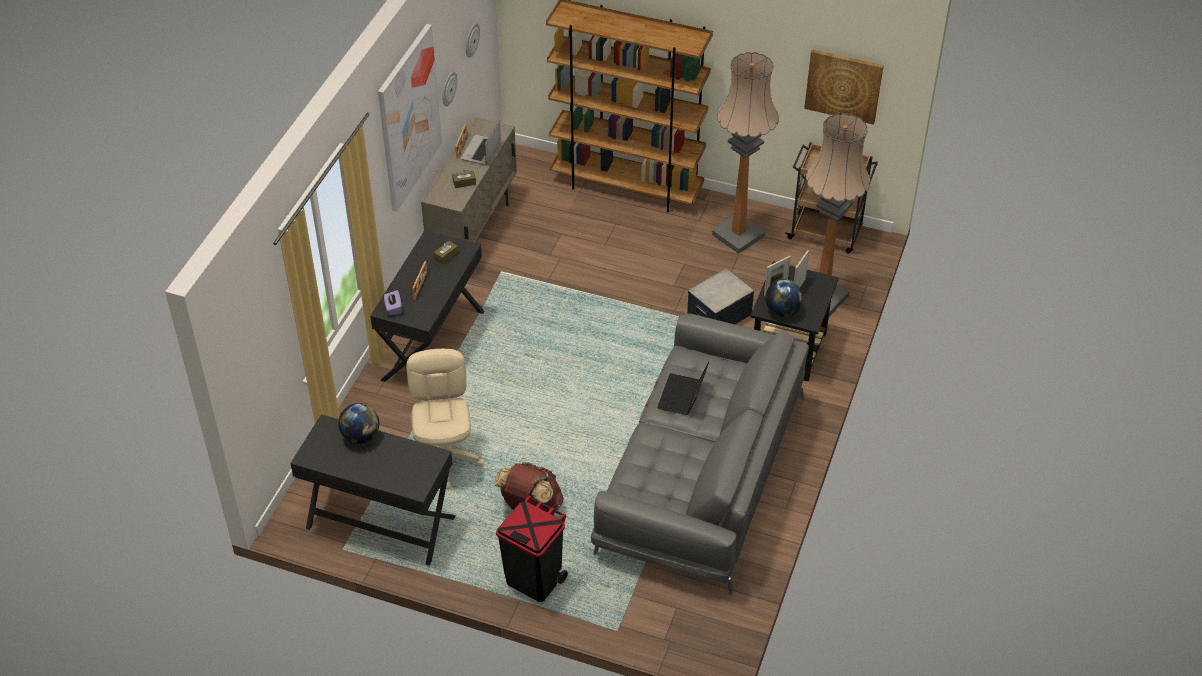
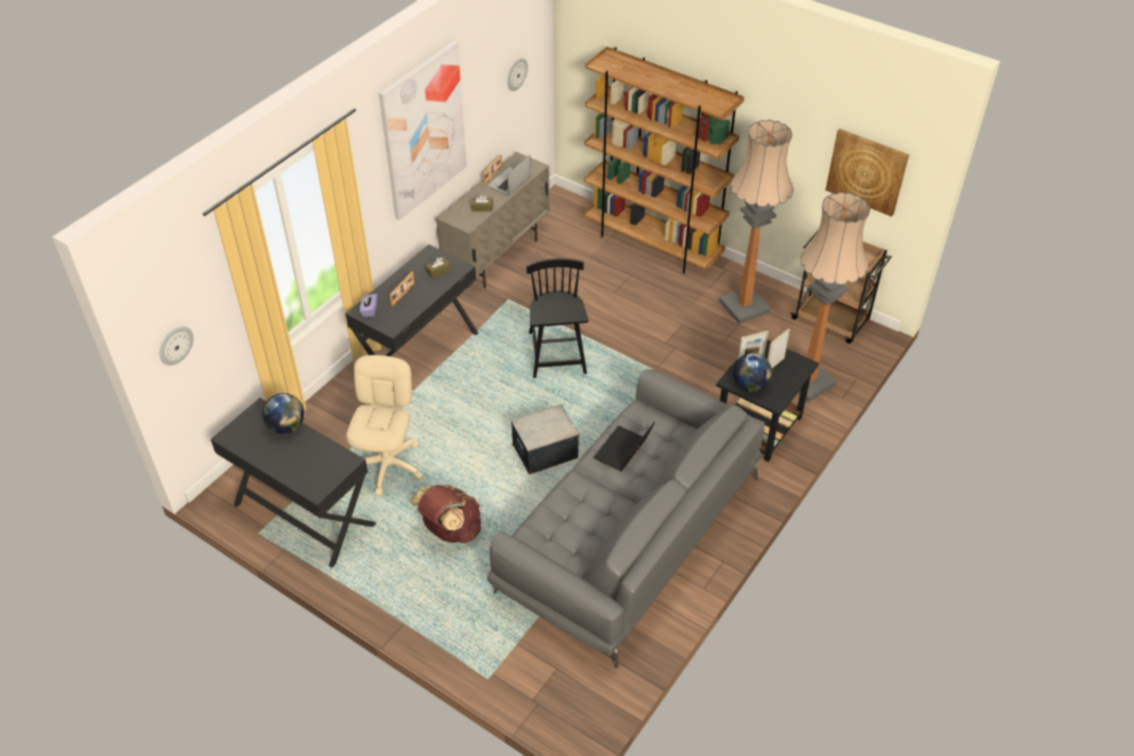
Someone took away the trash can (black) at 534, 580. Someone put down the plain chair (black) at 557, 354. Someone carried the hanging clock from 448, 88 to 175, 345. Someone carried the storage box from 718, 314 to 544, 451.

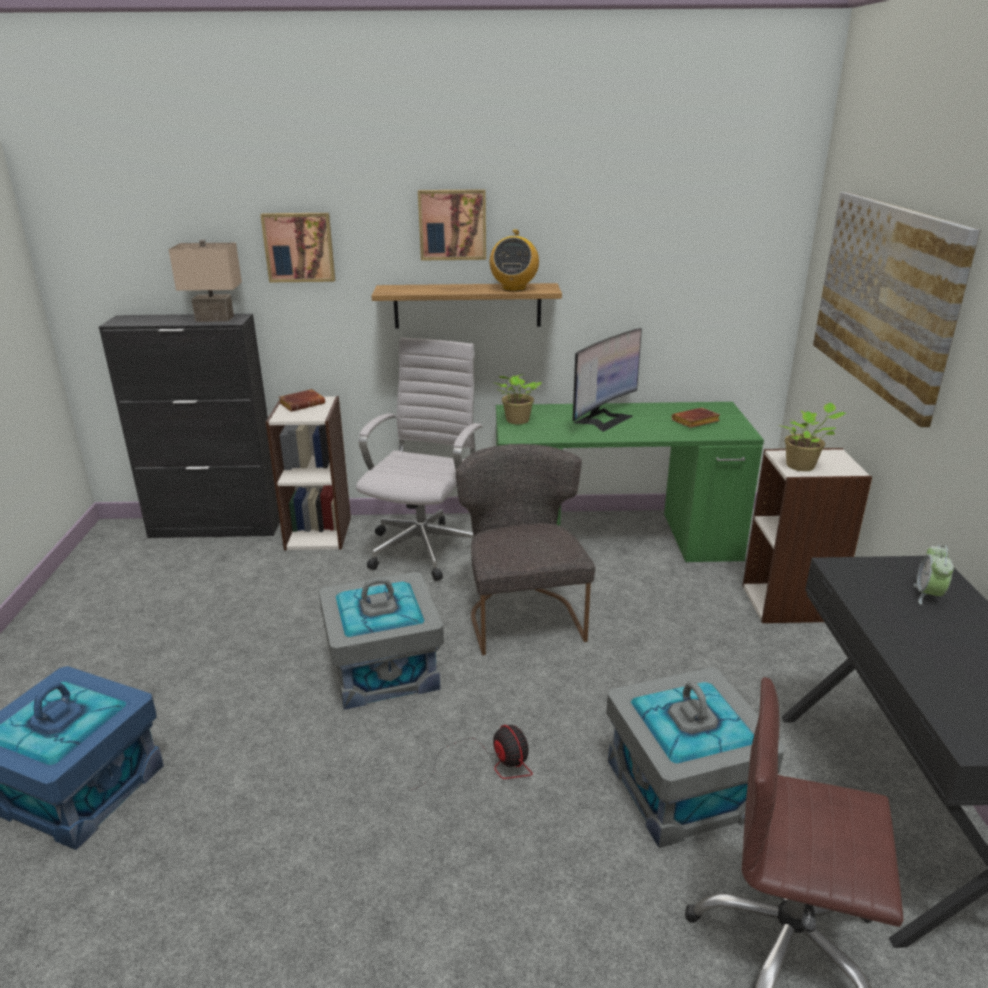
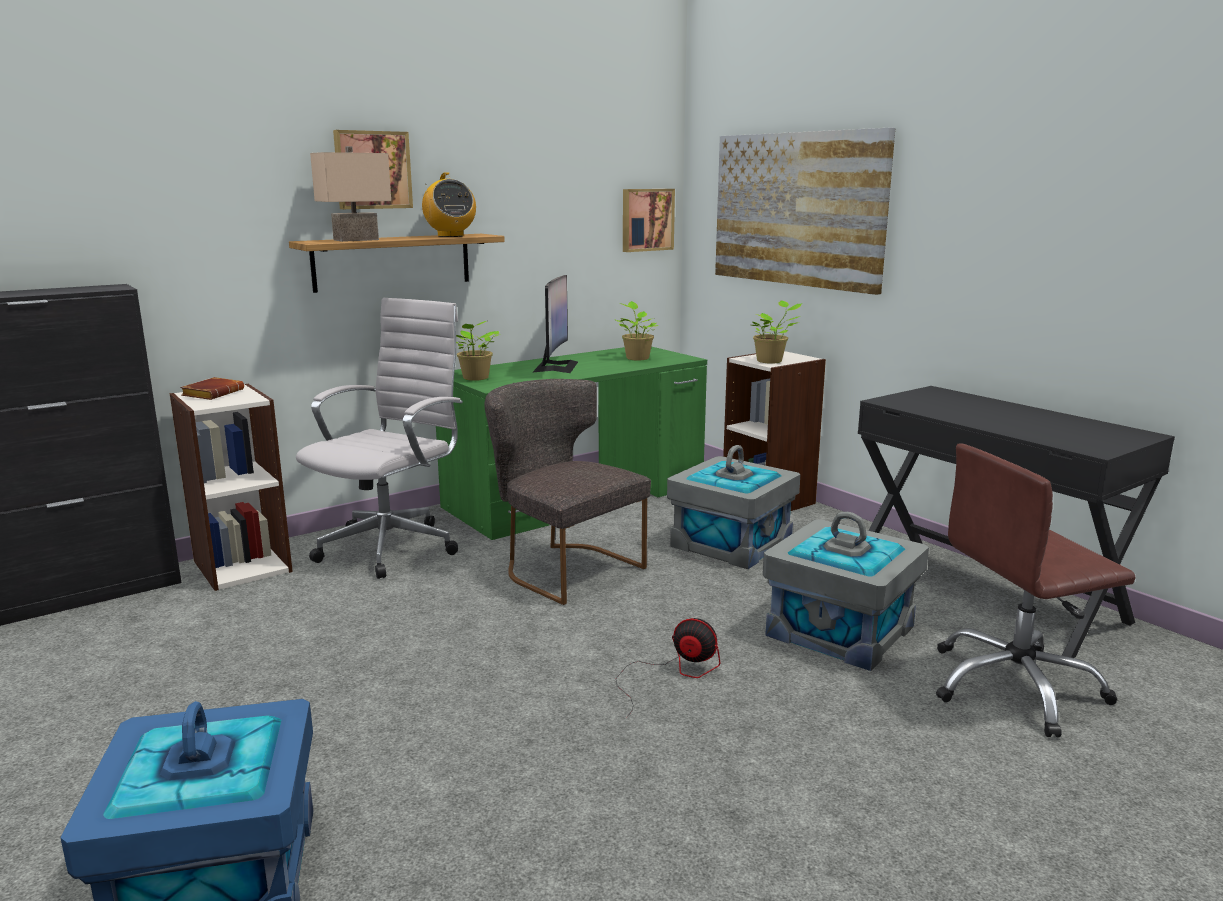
Someone took away the table clock at 928, 595. Someone carried the lamp for a table (beige-coloured) from 216, 318 to 356, 240. Someone carried the wall art from 299, 247 to 646, 219. Someone carried the storage box (grey) from 384, 668 to 730, 543. Someone swapped the book (brown-coloured) at 695, 422 for the potted plant at 637, 358. Someone rotated the office chair (white-coloured) at 425, 547 by 45 degrees clockwise.

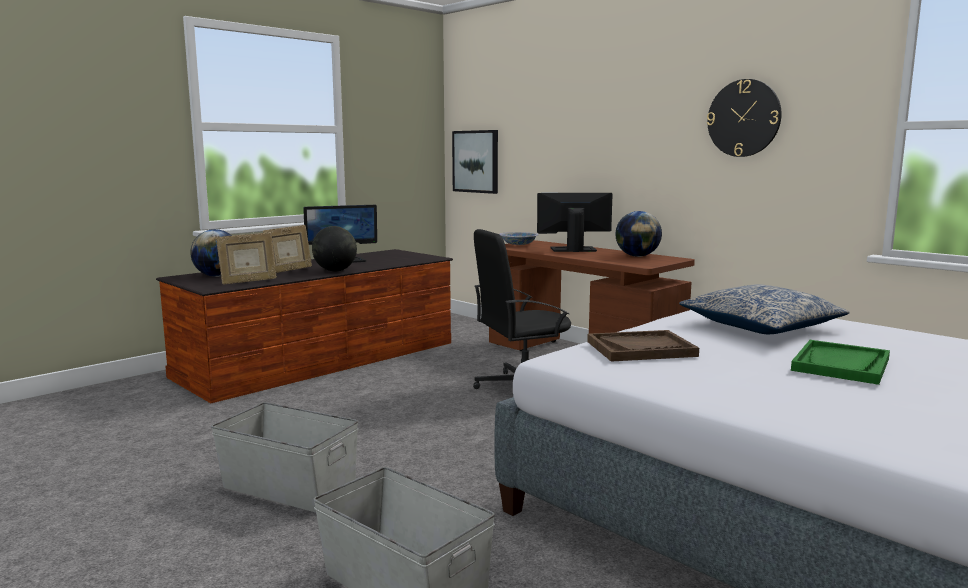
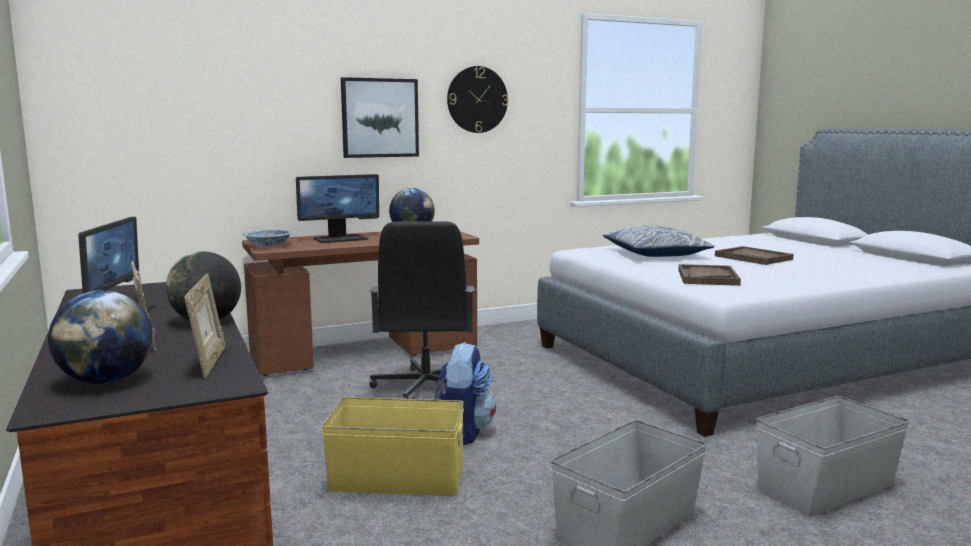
Someone put down the storage box (yellow-coloured) at 396, 478. Someone put down the backpack at 463, 432. Someone carried the wall art from 476, 161 to 380, 118. Someone repainted the tray (green-coloured) at 841, 365, which became the tray (brown-coloured) at 753, 258. Someone rotated the computer screen at 573, 249 by 135 degrees counterclockwise.

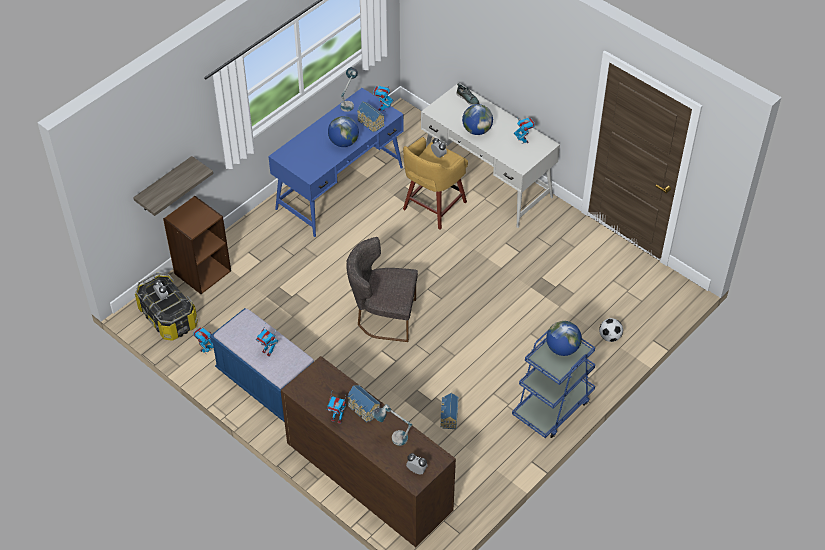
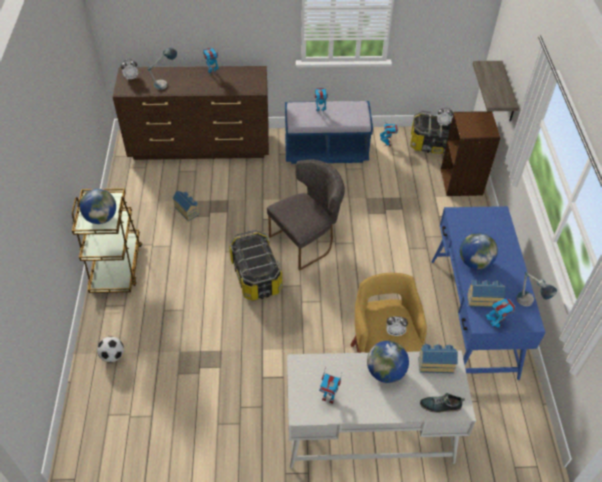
Someone put down the storage box at 255, 276. Someone carried the toy house from 363, 409 to 435, 363. Someone repainted the cart (blue) at 552, 407, which became the cart (brown-coloured) at 116, 266.

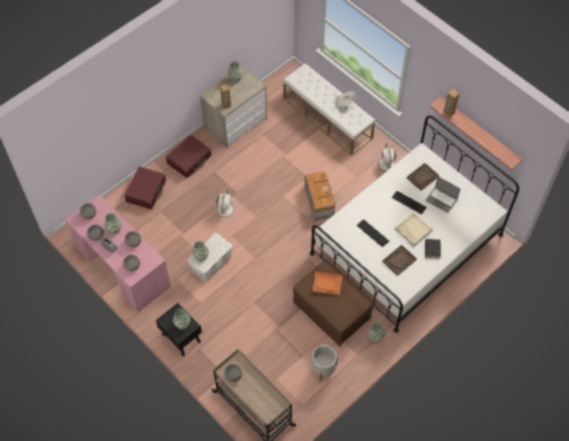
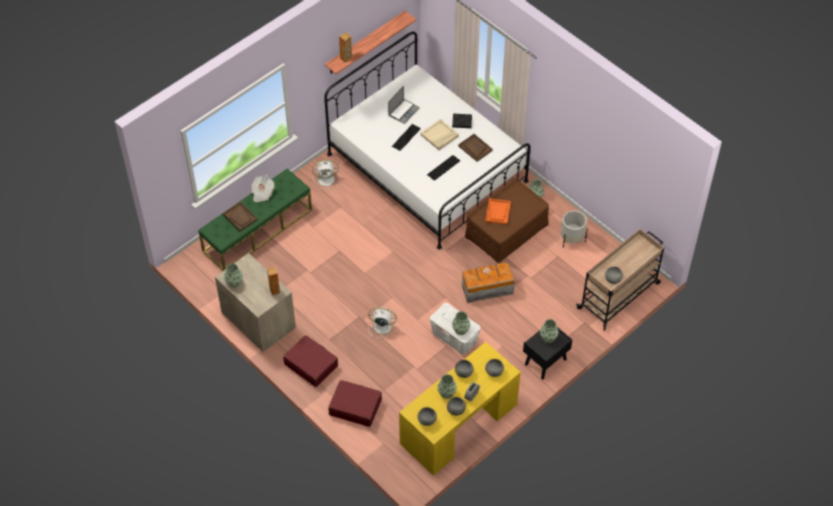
Someone carried the storage box from 319, 200 to 486, 289. Someone carried the tray (brown-coloured) from 422, 177 to 240, 217. Someone repainted the desk unit (pinkish) at 123, 266, which became the desk unit (yellow-coloured) at 458, 424. Someone repainted the indoor bench (white-coloured) at 327, 118, which became the indoor bench (green-coloured) at 257, 230.

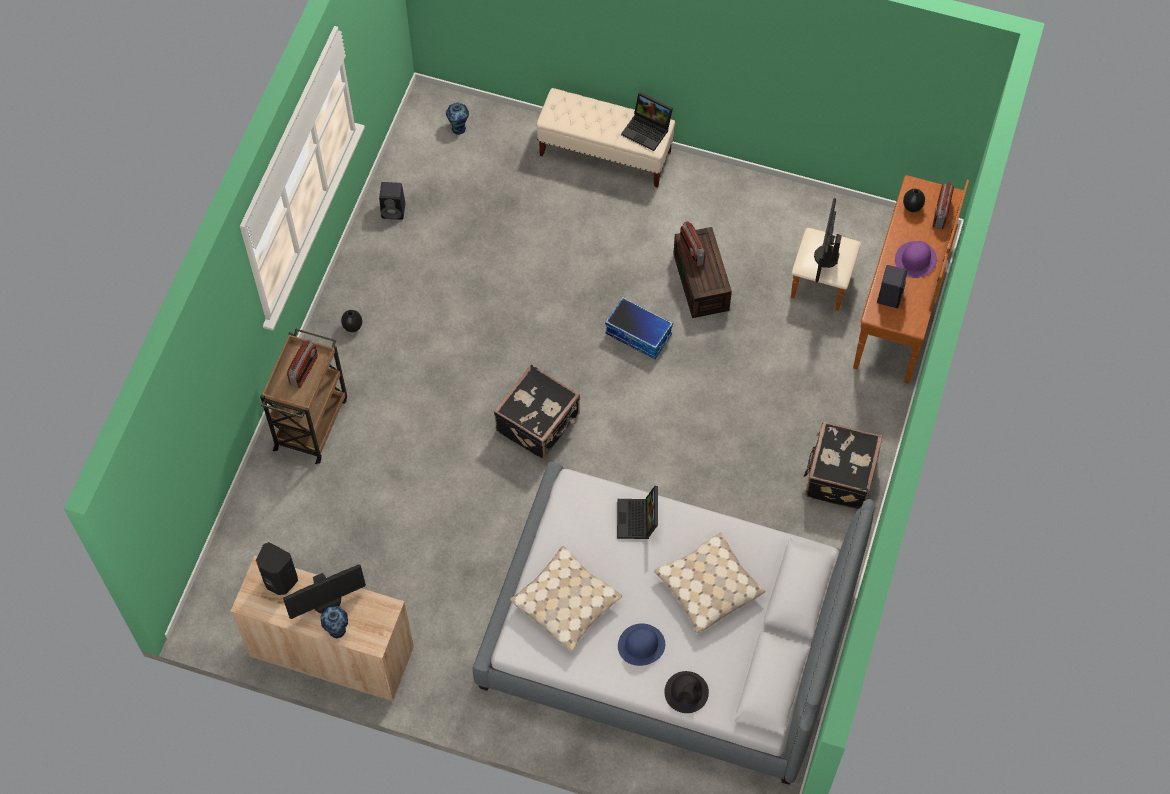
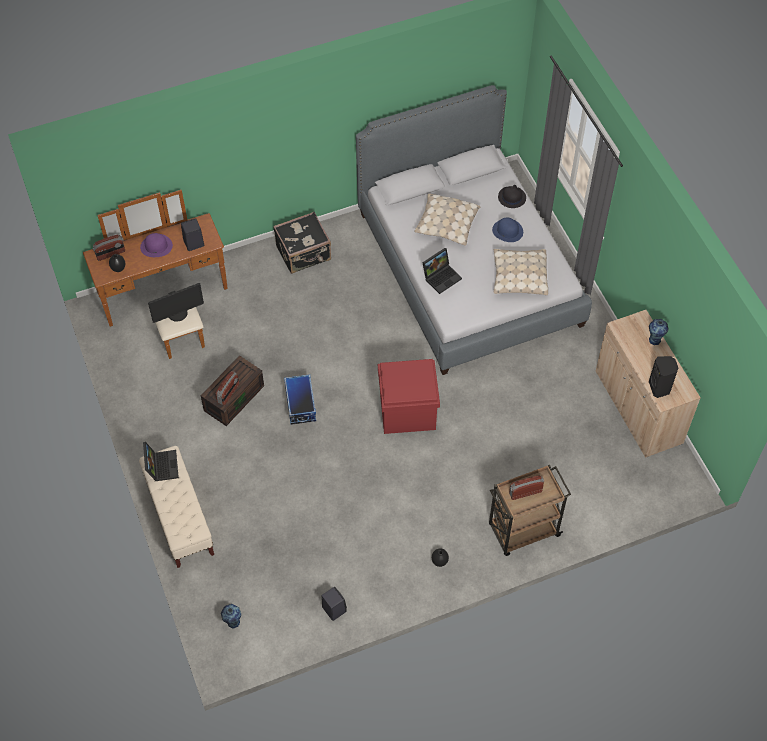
Someone took away the computer screen at 327, 601. Someone swapped the suitcase (black) at 539, 423 for the storage box (reddish) at 407, 412.

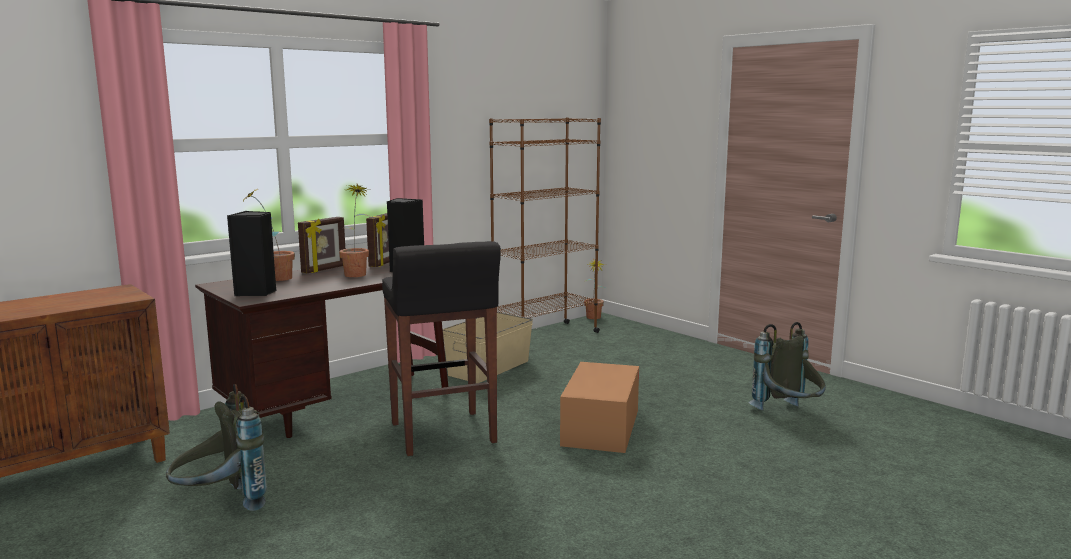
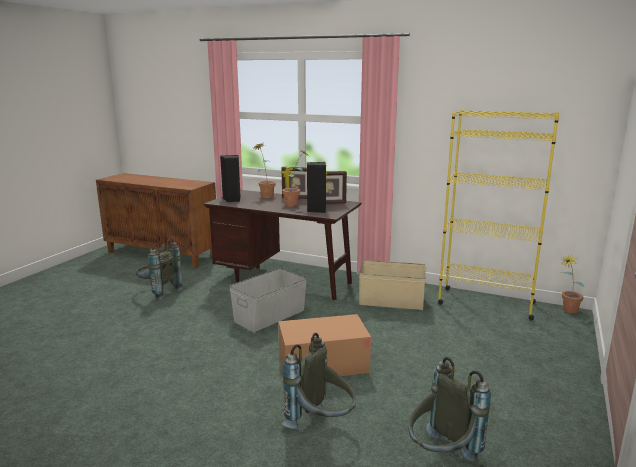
Someone put down the backpack (grey) at 321, 424. Someone swapped the stool seat (black) at 443, 434 for the storage box (grey) at 269, 316. Someone repainted the bookshelf (brown-coloured) at 545, 337, which became the bookshelf (yellow-coloured) at 485, 303.

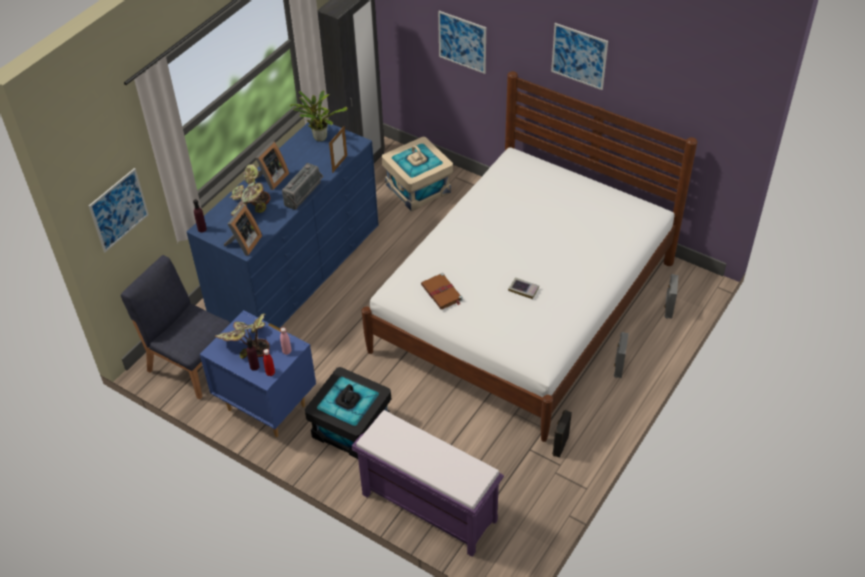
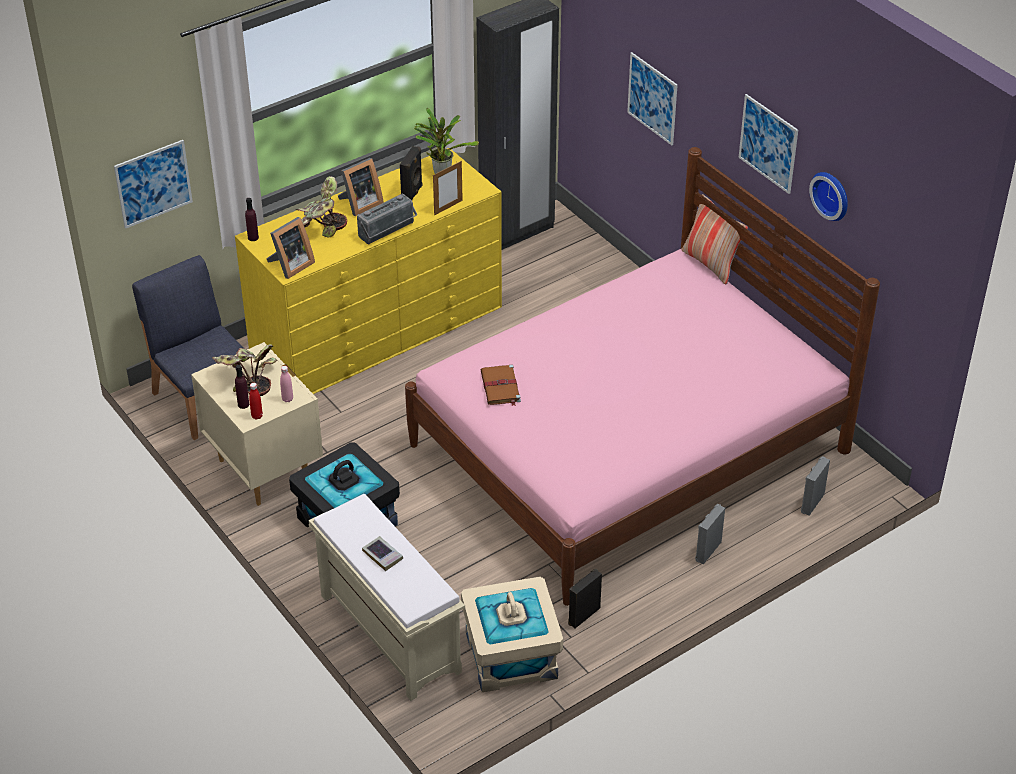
Someone put down the speaker (black) at 412, 194. Someone put down the pillow at 711, 263. Someone put up the hanging clock at 832, 194. Someone carried the storage box (beige-coloured) from 418, 188 to 512, 655. Someone carried the book from 523, 289 to 382, 555. Someone repainted the drawer chest (blue) at 296, 268, which became the drawer chest (yellow-coloured) at 377, 329. Someone repainted the nightstand (blue) at 267, 407, which became the nightstand (beige-coloured) at 264, 470. Someone repainted the indoor bench (purplish) at 427, 507, which became the indoor bench (beige-coloured) at 388, 633. Someone repainted the sleeping bed (white-coloured) at 524, 306, which became the sleeping bed (pinkish) at 628, 448.

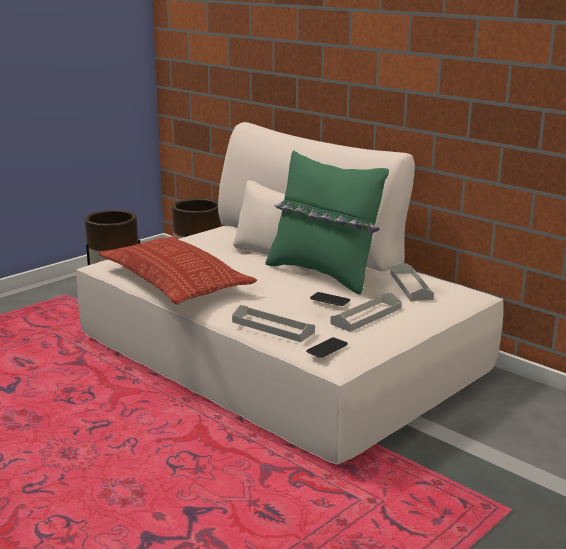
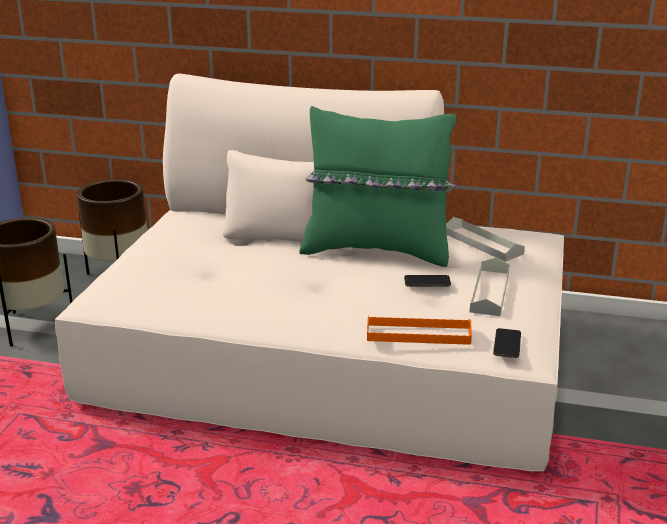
Someone took away the pillow at 175, 280. Someone repainted the tray (grey) at 273, 327, which became the tray (orangey) at 418, 334.

